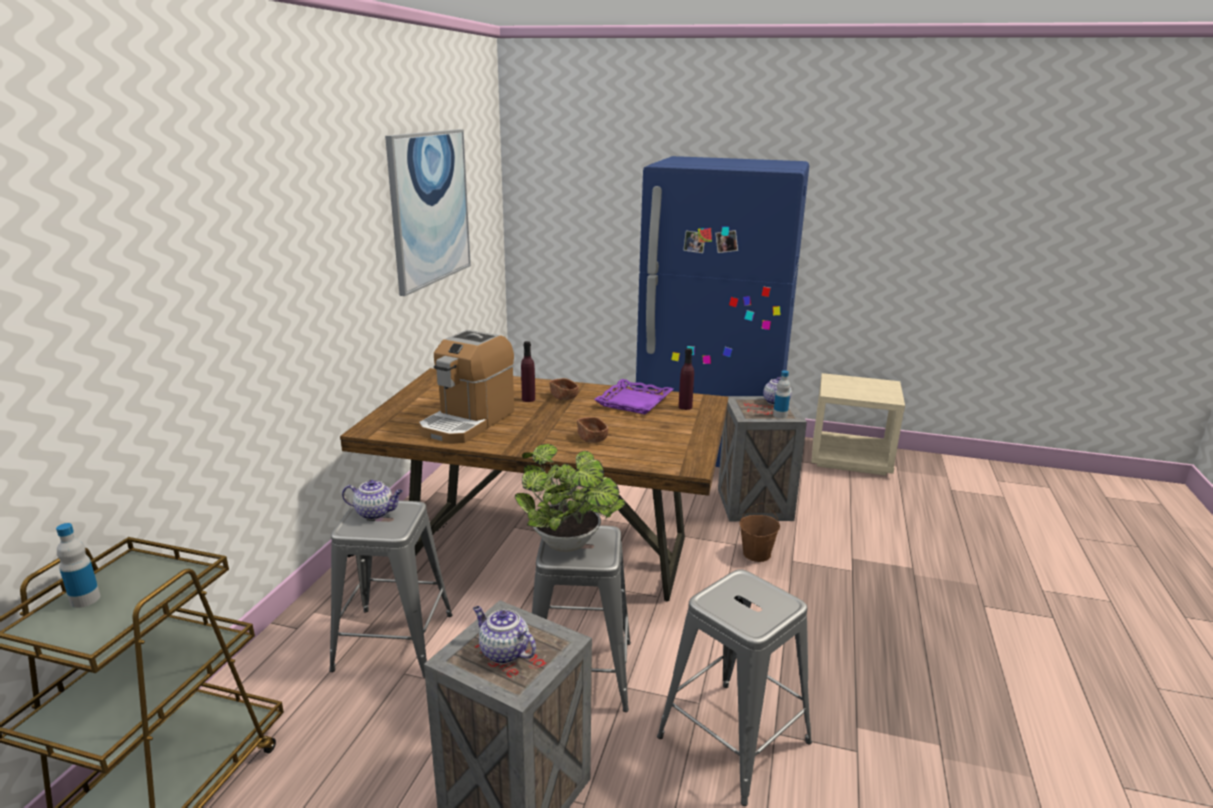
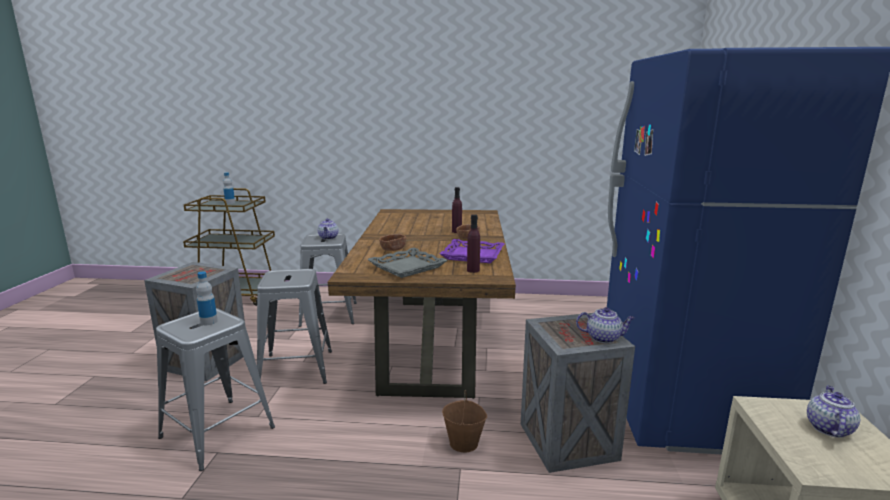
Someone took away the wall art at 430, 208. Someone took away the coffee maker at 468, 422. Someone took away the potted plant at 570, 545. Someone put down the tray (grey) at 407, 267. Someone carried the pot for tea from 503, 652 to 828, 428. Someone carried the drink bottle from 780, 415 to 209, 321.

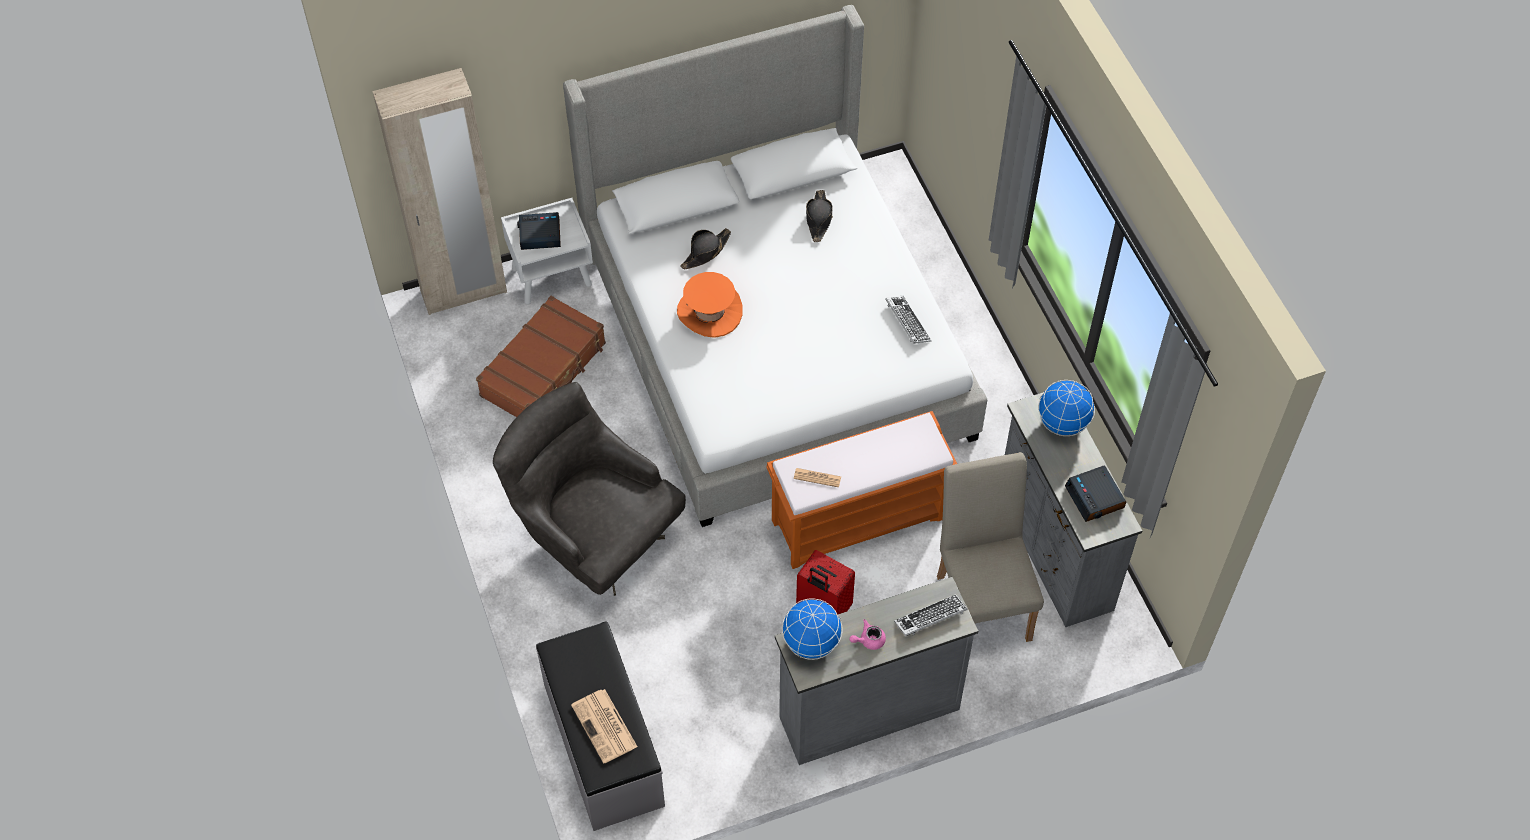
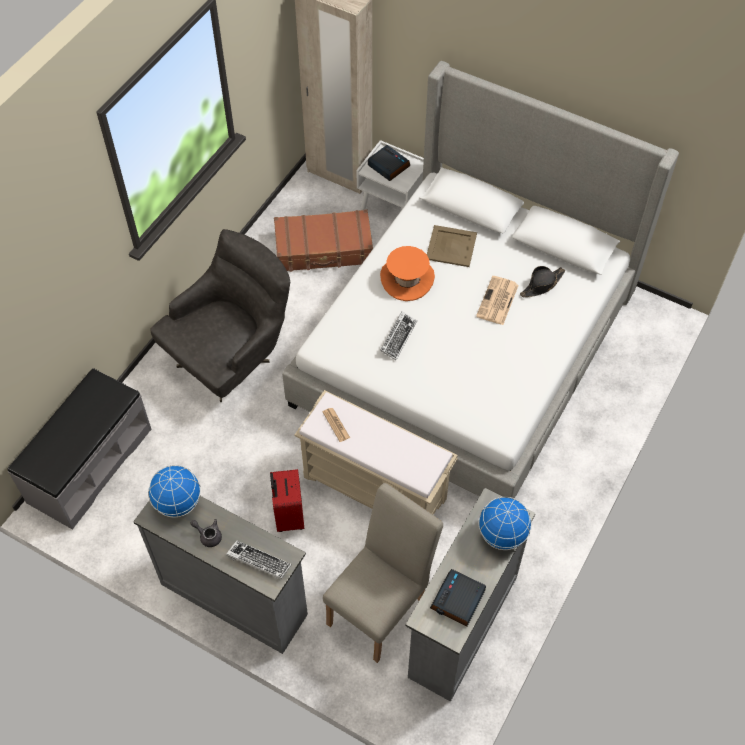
Someone carried the newspaper from 605, 727 to 497, 301. Someone carried the computer keyboard from 907, 322 to 398, 337. Someone swapped the clothing hat (black) at 705, 252 for the tray (beige-coloured) at 451, 246. Someone repainted the indoor bench (orangey) at 859, 518, which became the indoor bench (beige-coloured) at 376, 488. Someone repainted the pot for tea (pinkish) at 868, 640, which became the pot for tea (grey) at 208, 535. Someone rotated the easy chair (grey) at 594, 536 by 45 degrees clockwise.

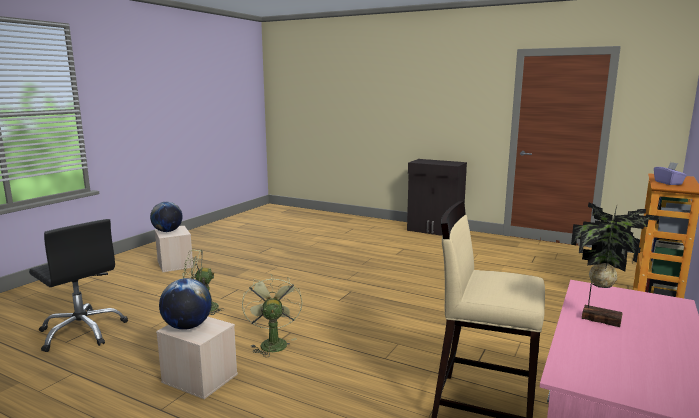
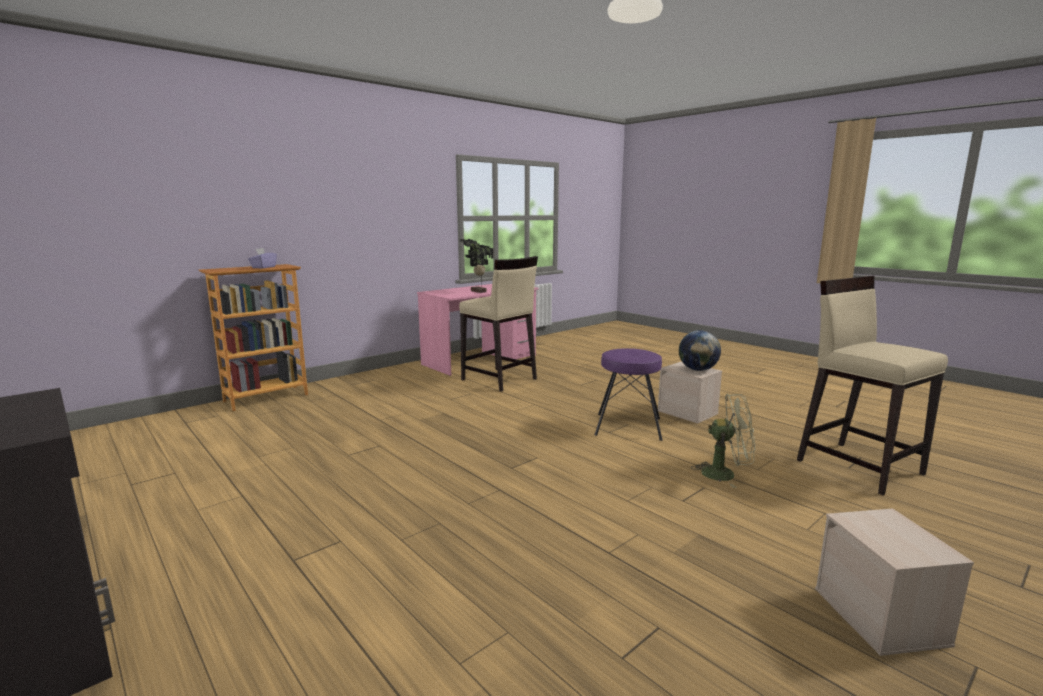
Someone took away the globe at 167, 231. Someone swapped the office chair (black) at 82, 331 for the stool seat (beige-coloured) at 858, 466. Someone swapped the cooling fan (green-coloured) at 272, 342 for the stool seat (purplish) at 628, 426.

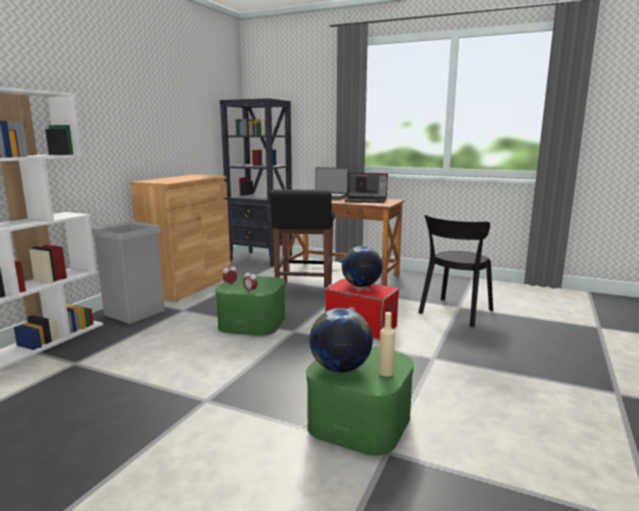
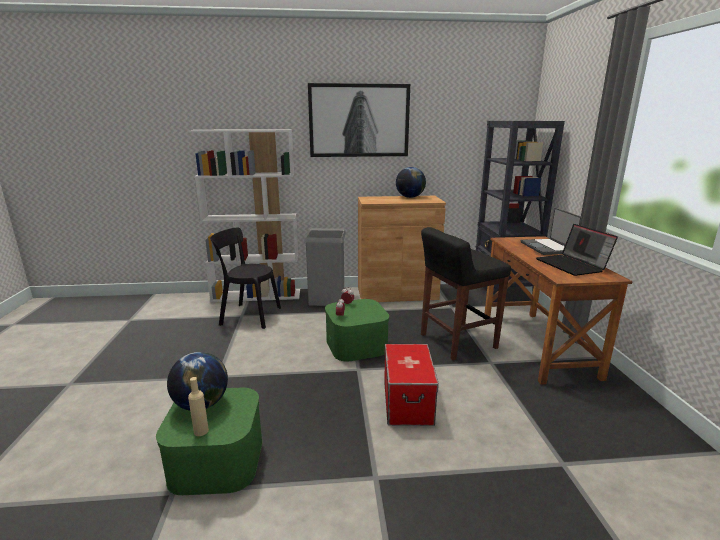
Someone put up the wall art at 359, 121. Someone carried the globe from 361, 285 to 410, 197. Someone carried the plain chair (black) from 454, 313 to 248, 316.

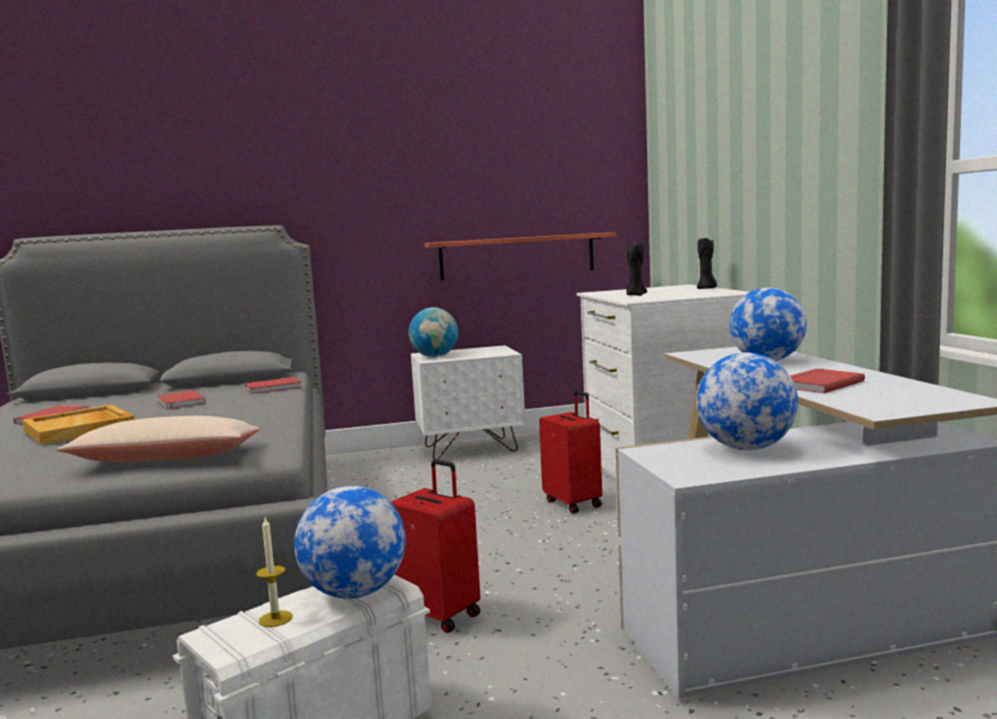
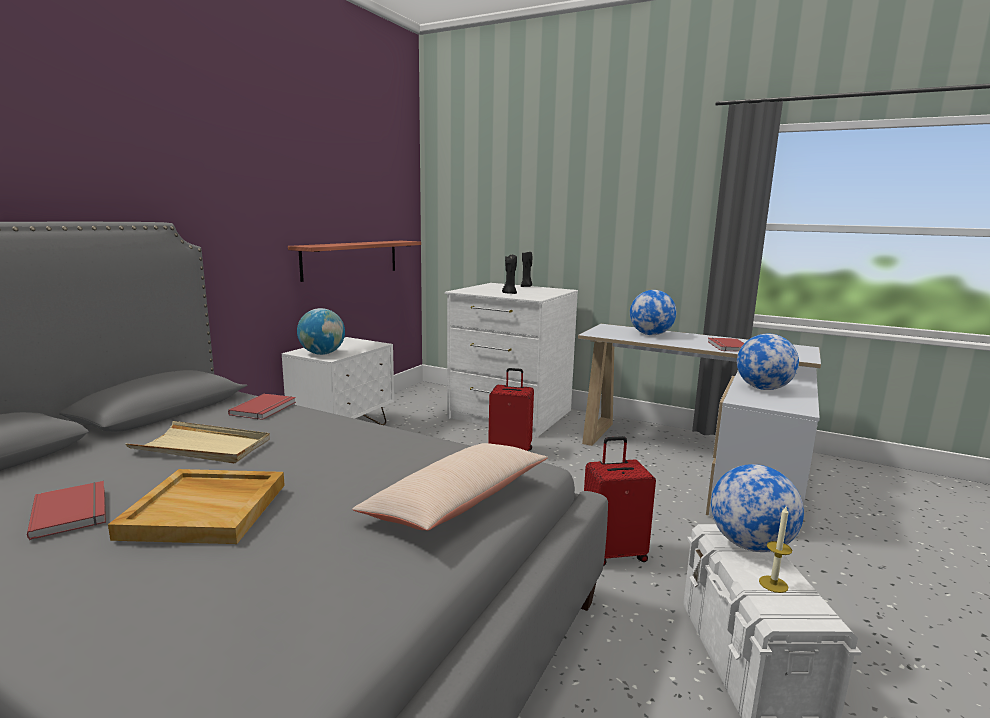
Someone swapped the book (reddish) at 179, 402 for the tray (beige-coloured) at 202, 447.

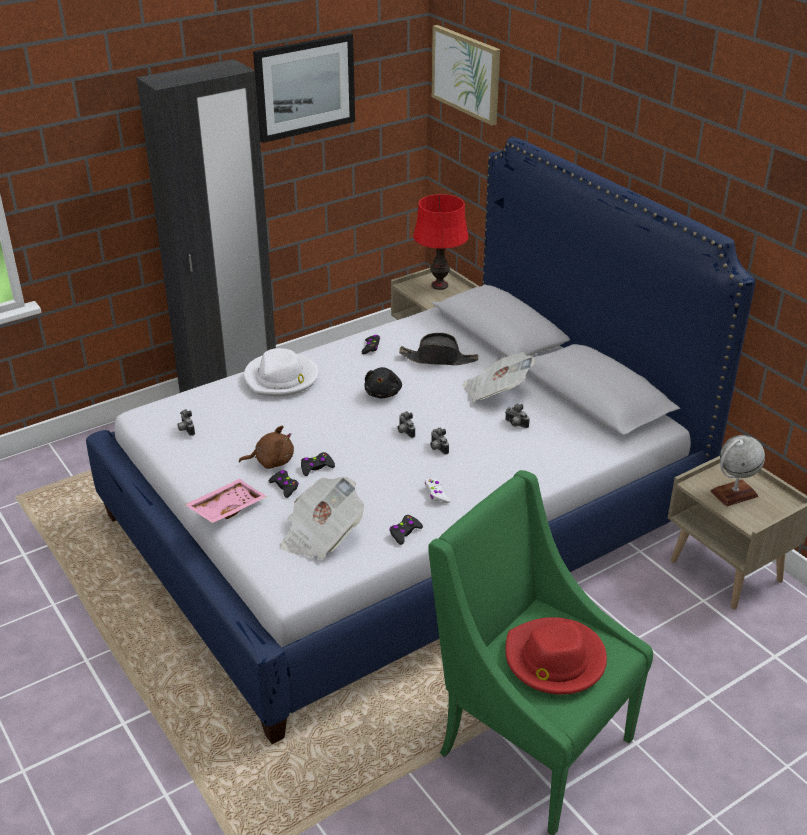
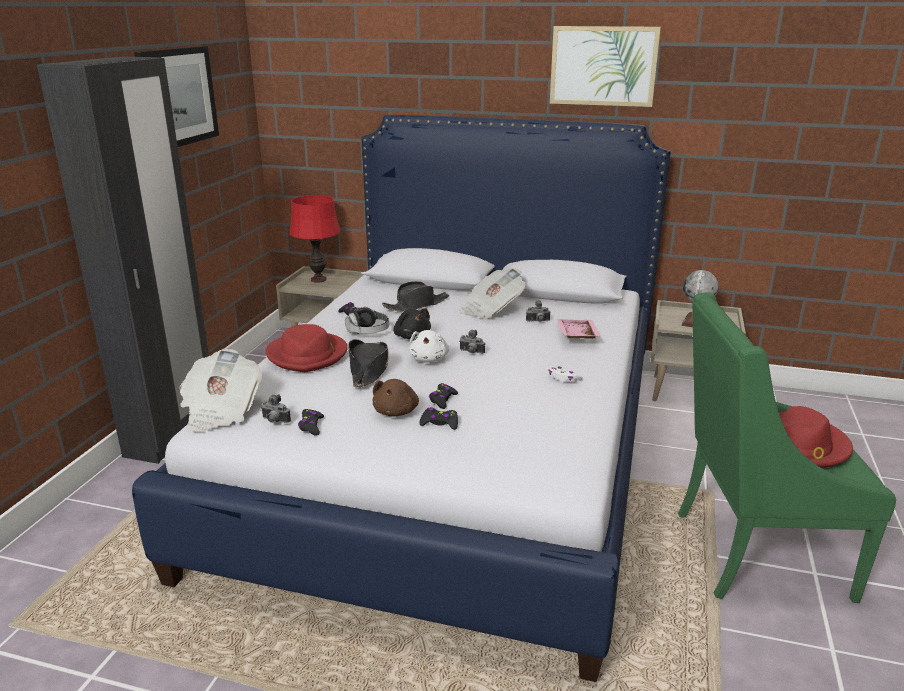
Someone took away the still camera at 437, 448. Someone put down the pair of headphones at 368, 332. Someone put down the clothing hat (black) at 369, 370. Someone put down the soft toy (white-coloured) at 429, 359. Someone carried the tray (pinkish) from 226, 508 to 576, 336. Someone carried the newspaper from 321, 535 to 220, 411. Someone carried the joypad (black) from 404, 533 to 311, 426. Someone carried the wall art from 466, 73 to 603, 66. Someone repainted the clothing hat (white-coloured) at 281, 378, which became the clothing hat (reddish) at 308, 355. Someone rotated the soft toy (brown-coloured) at 271, 461 by 150 degrees clockwise.

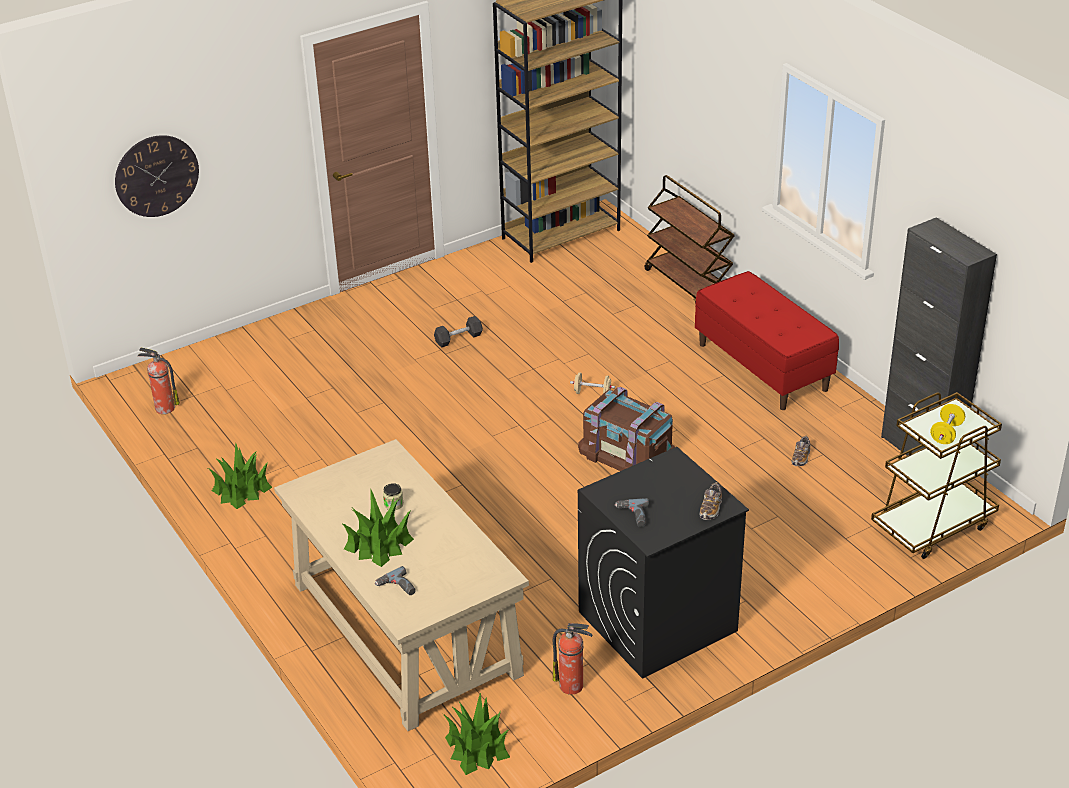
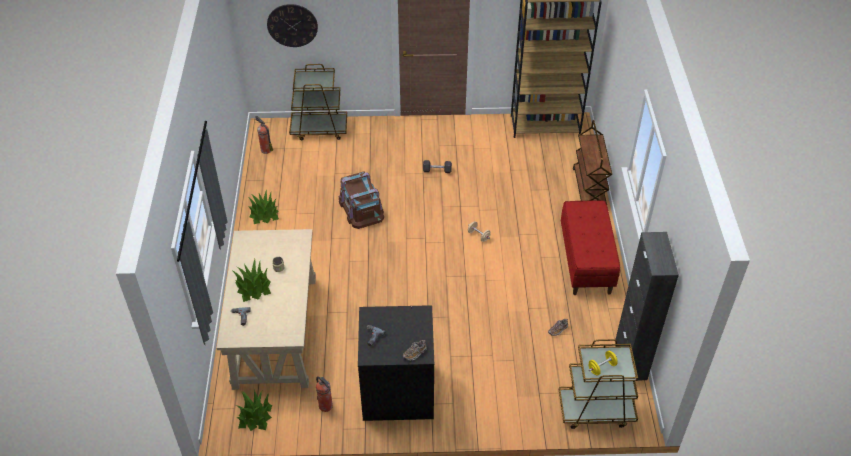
Someone put down the cart (brown-coloured) at 319, 129. Someone carried the storage box (brown-coloured) from 627, 452 to 361, 208.

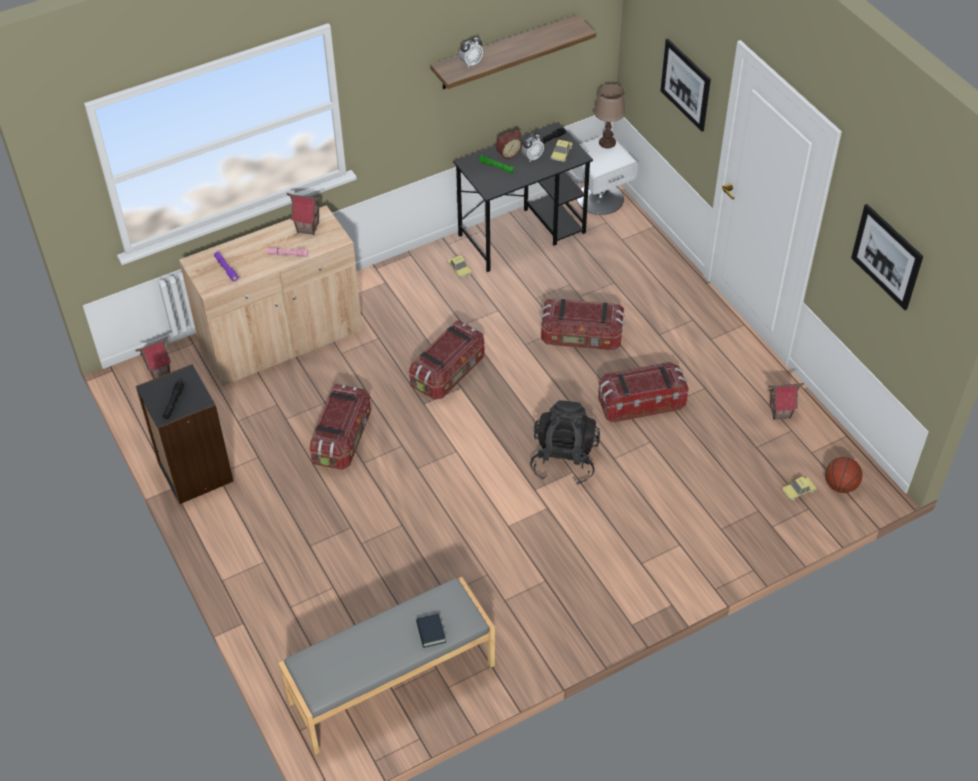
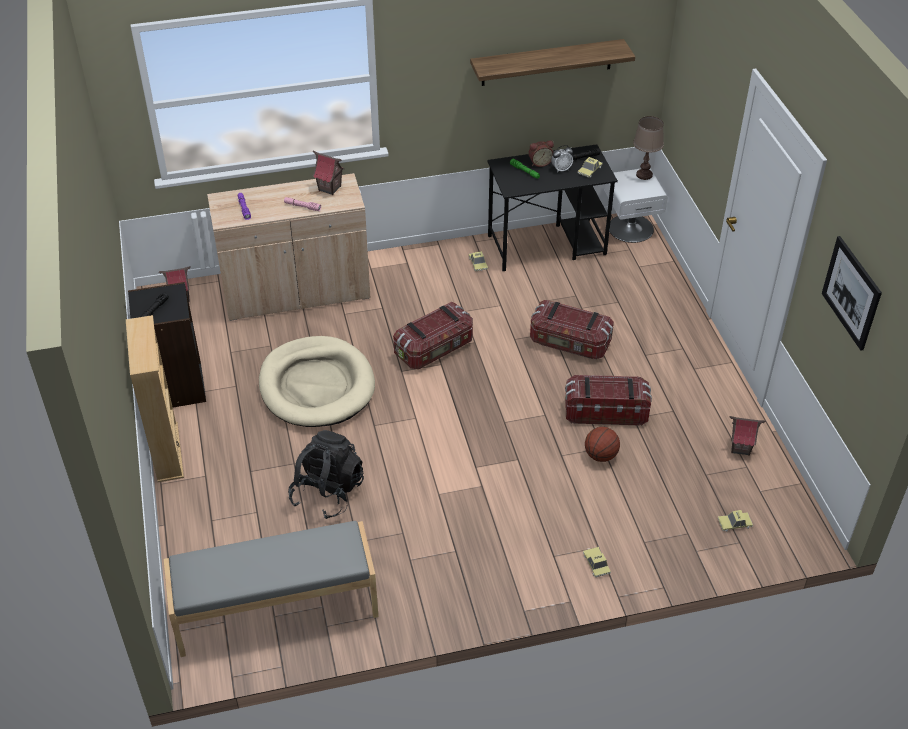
Someone took away the book at 431, 632. Someone took away the table clock at 471, 63. Someone took away the wall art at 685, 84. Someone put down the bookshelf (beige-coloured) at 167, 452. Someone put down the toy car at 596, 564. Someone carried the backpack (black) from 564, 460 to 327, 492. Someone carried the basketball from 840, 485 to 600, 455. Someone swapped the storage box at 342, 439 for the pet bed (beige-coloured) at 316, 386.

